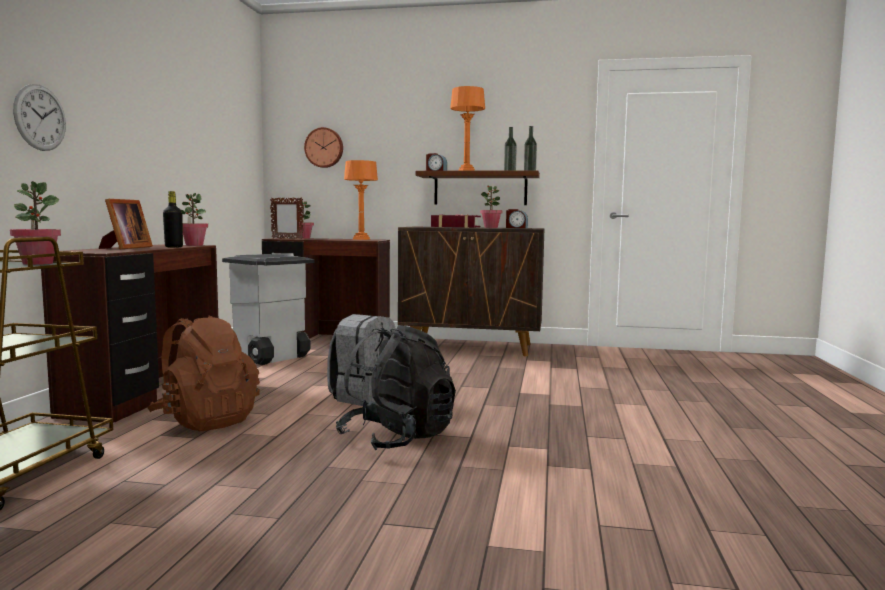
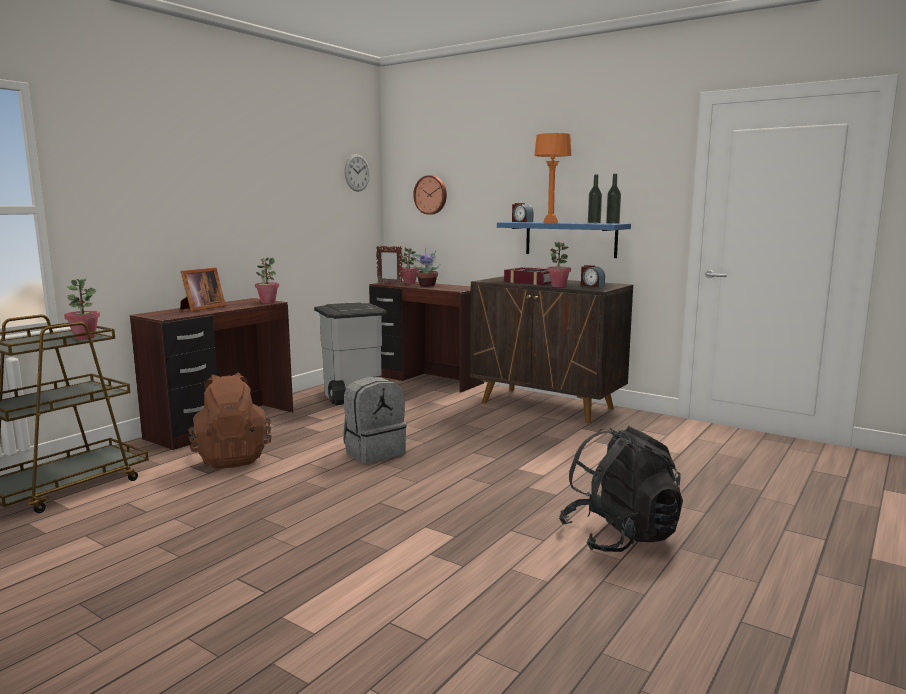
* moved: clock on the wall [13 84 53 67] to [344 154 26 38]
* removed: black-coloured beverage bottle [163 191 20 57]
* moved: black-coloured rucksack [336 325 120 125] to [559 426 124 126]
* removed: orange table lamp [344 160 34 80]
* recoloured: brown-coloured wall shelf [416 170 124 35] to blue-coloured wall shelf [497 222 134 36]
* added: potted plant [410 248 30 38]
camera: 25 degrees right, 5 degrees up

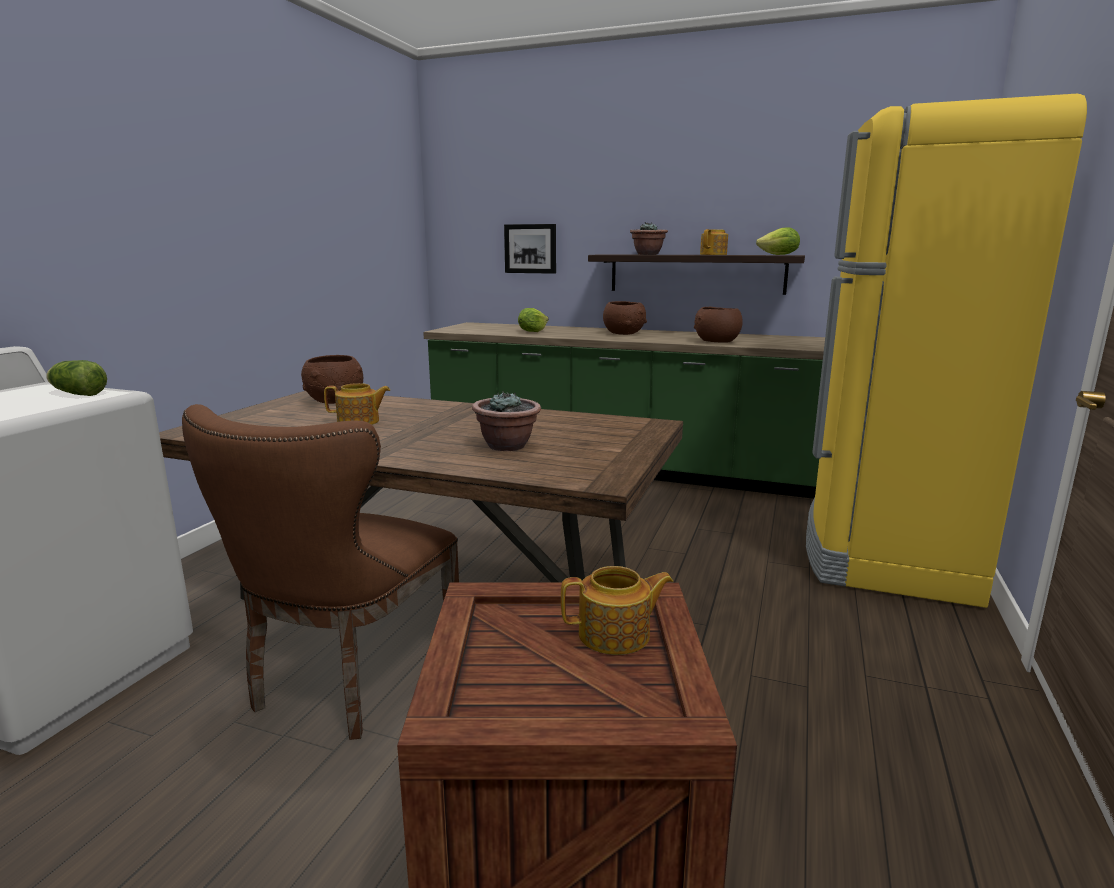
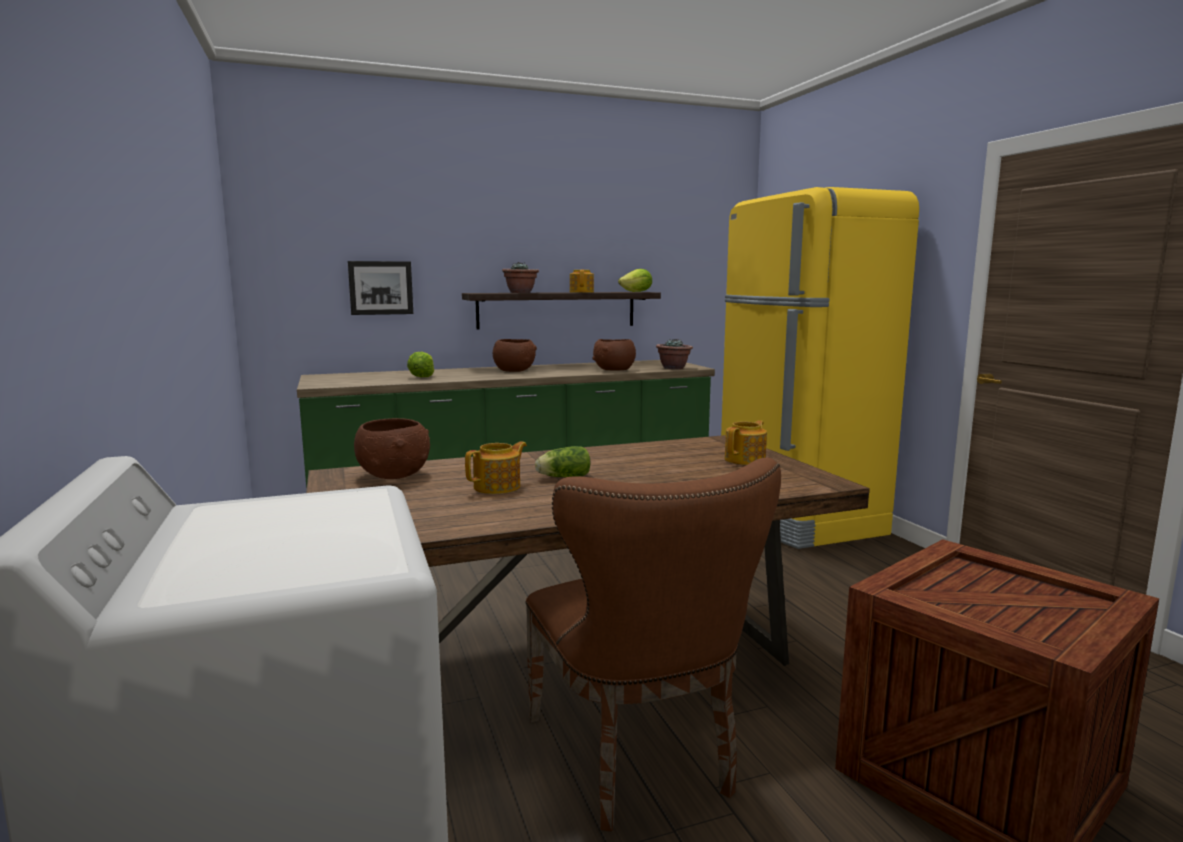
* moved: lettuce [47 360 60 36] to [535 446 56 31]
* moved: potted plant [472 391 69 60] to [656 338 37 31]
* moved: tea pot [561 566 112 89] to [724 420 43 45]
camera: 40 degrees left, 5 degrees down

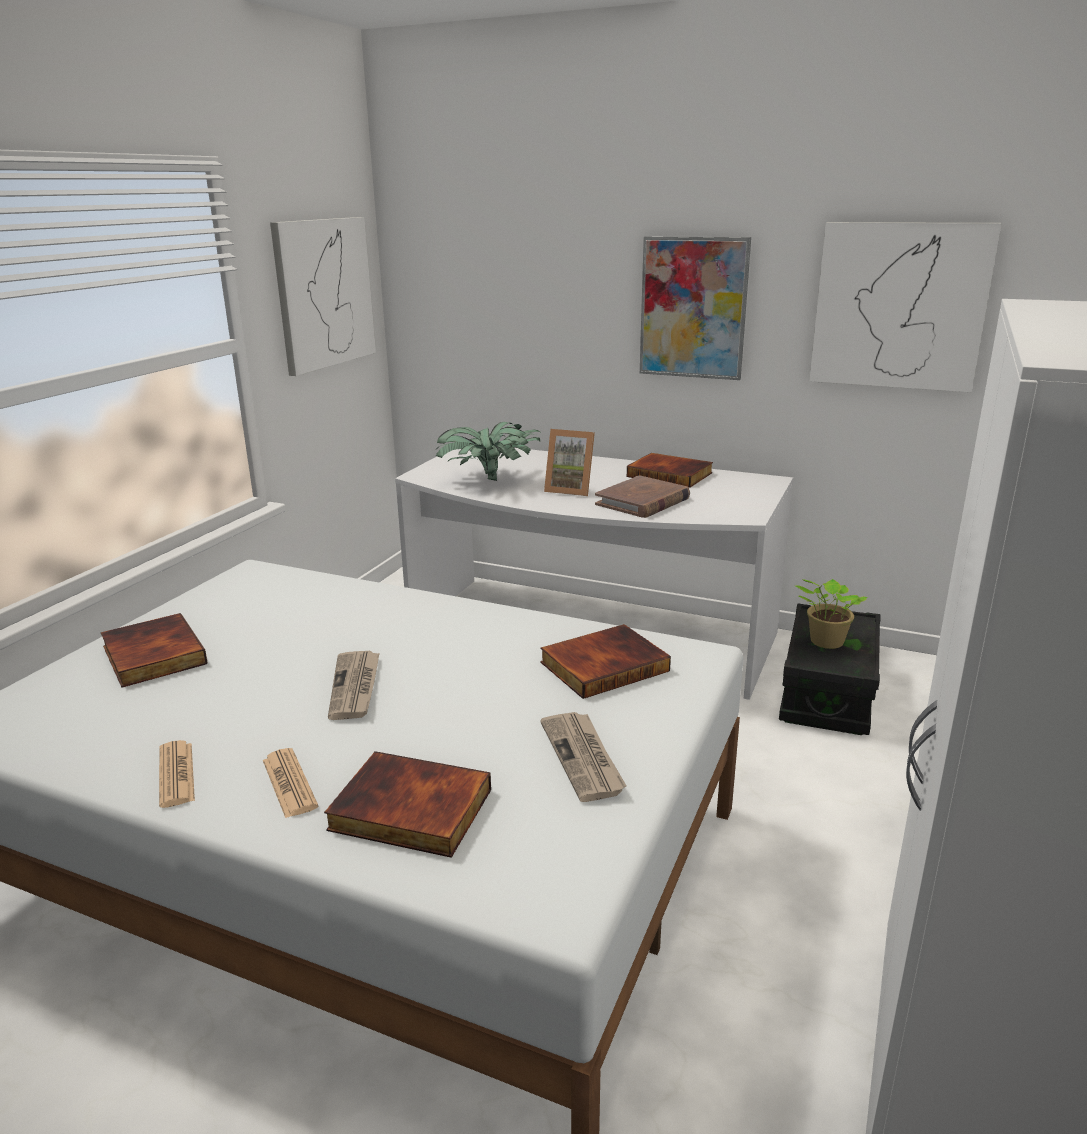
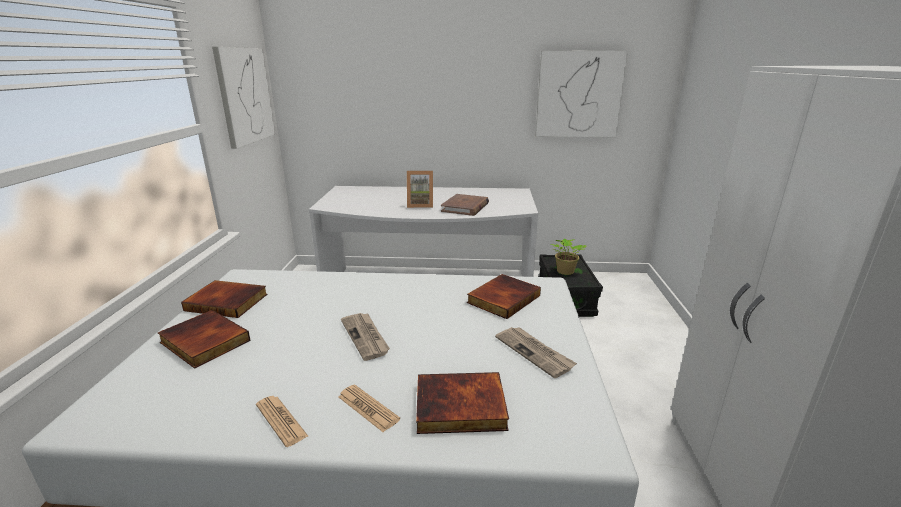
* removed: potted plant [435 422 106 59]
* moved: bound book [627 453 86 35] to [181 280 87 38]
* removed: wall art [640 236 111 144]
camera: 20 degrees left, 0 degrees up

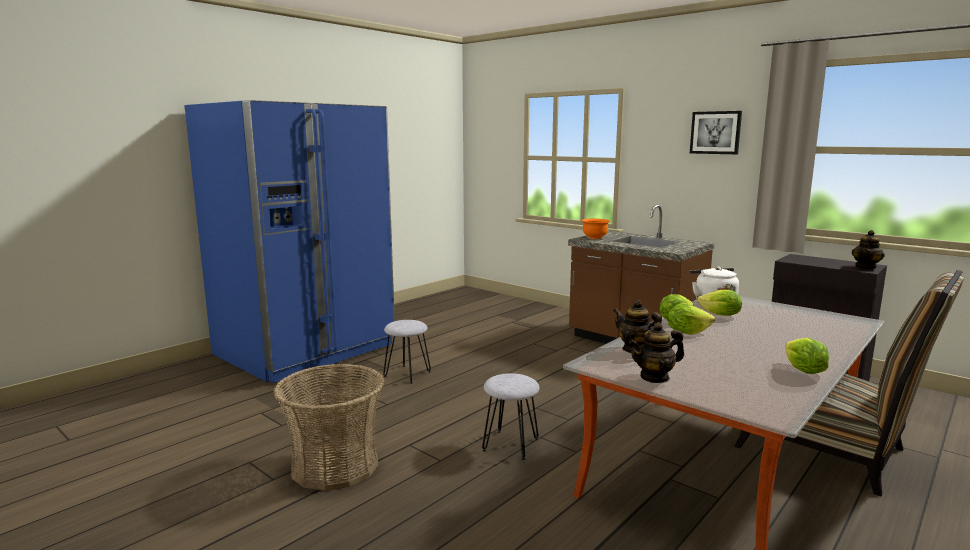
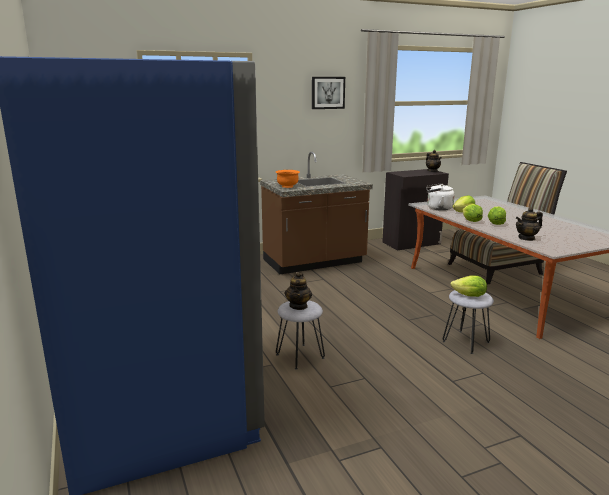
* removed: basket [274 364 111 127]
* moved: tea pot [629 322 55 61] to [285 272 27 38]
* moved: lettuce [785 338 44 36] to [450 275 37 22]
camera: 65 degrees left, 5 degrees up

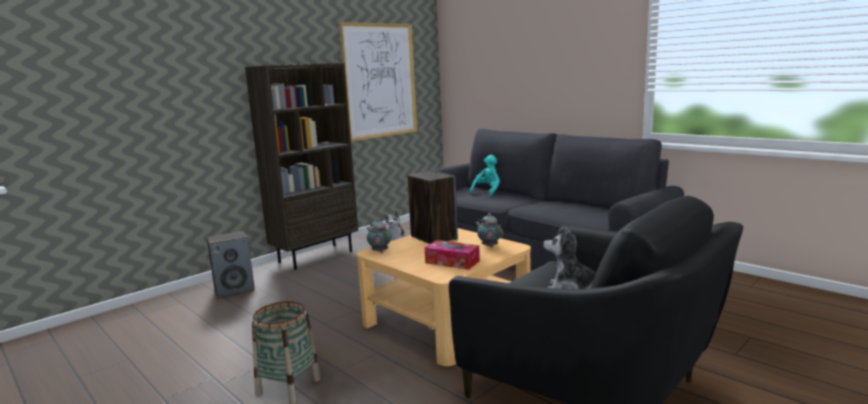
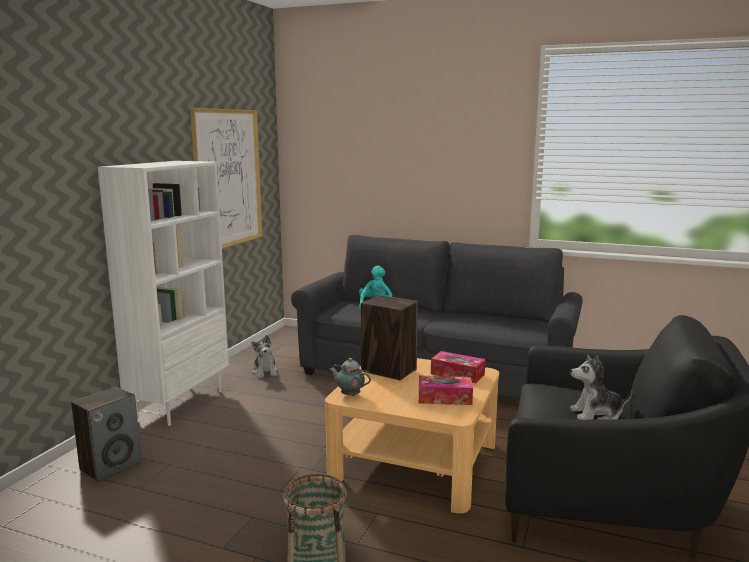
* recoloured: brown-coloured bookcase [245 63 113 207] to white bookcase [98 161 131 265]
* replaced: tea pot [475 213 28 34] to tissue holder [431 351 54 32]
camera: 25 degrees left, 0 degrees up

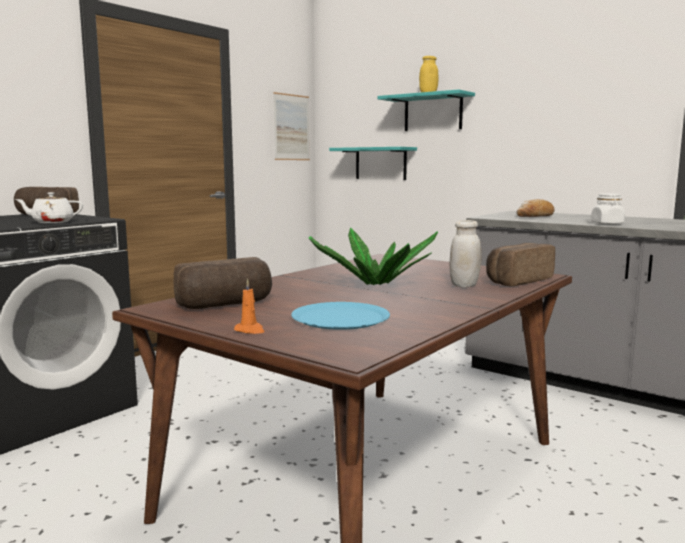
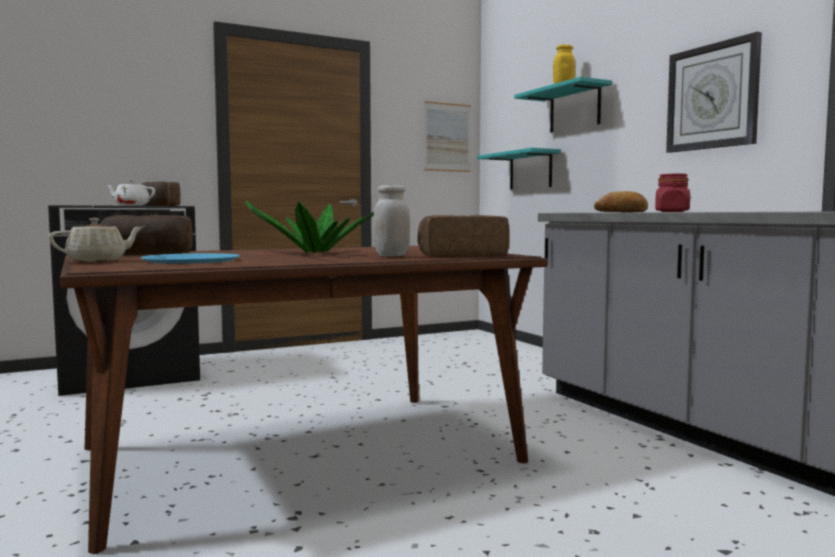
* replaced: orange candle [234 279 31 55] to beige tea pot [48 218 95 44]
* recoloured: white preserve jar [591 193 34 32] to red-coloured preserve jar [655 174 35 38]
* added: clock on the wall [666 32 96 121]
camera: 25 degrees right, 5 degrees down

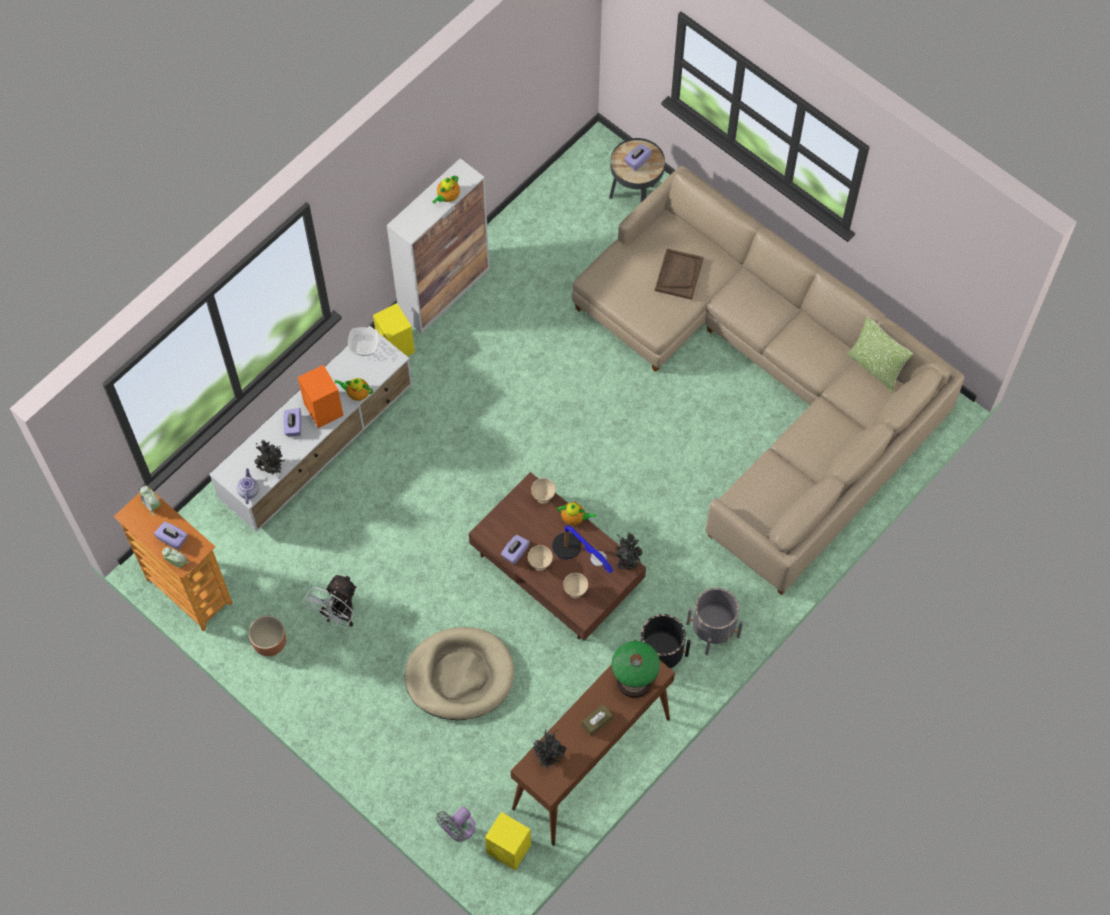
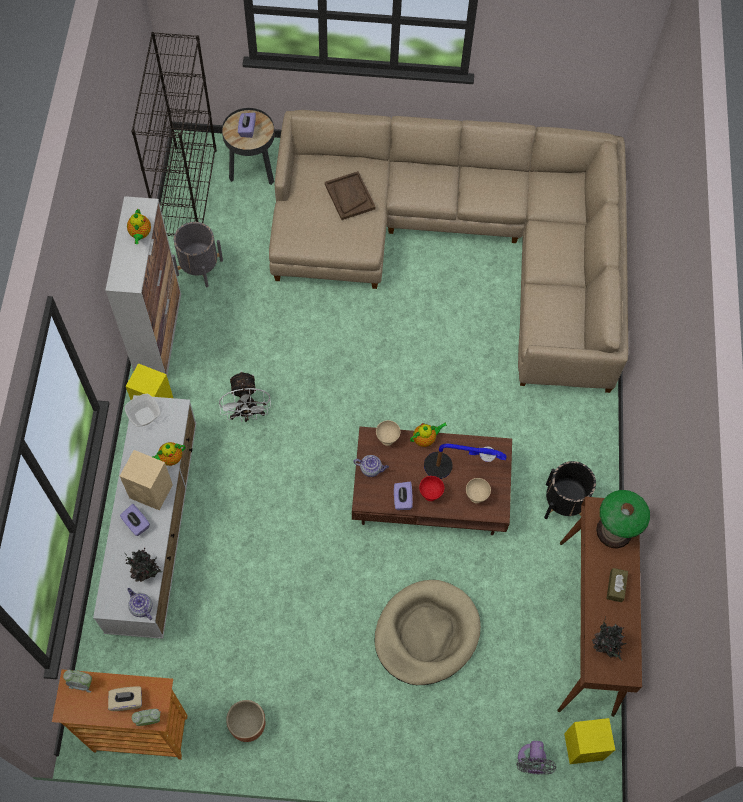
* recoloured: purplish tissue holder [154 522 34 28] to beige tissue holder [108 686 34 25]
* recoloured: orange loudspeaker [298 365 46 63] to beige loudspeaker [120 450 53 60]
* moved: white cooling fan [303 574 54 54] to [219 371 52 51]
* recoloured: beige serving bowl [528 545 25 26] to red-coloured serving bowl [419 476 25 25]
* removed: potted plant [613 532 30 38]
* moved: gray planter [686 588 57 67] to [172 222 51 65]
* removed: cushion [847 316 66 76]
* added: black-coloured bookcase [131 32 86 204]
* added: tea pot [353 455 36 22]
camera: 40 degrees left, 0 degrees up

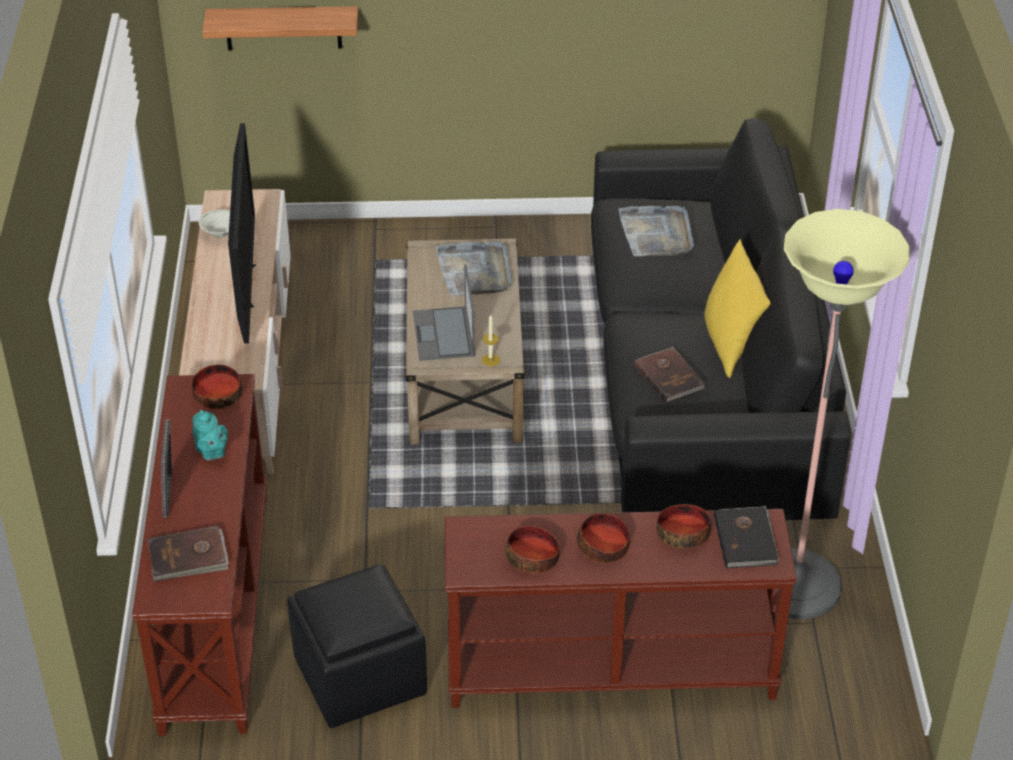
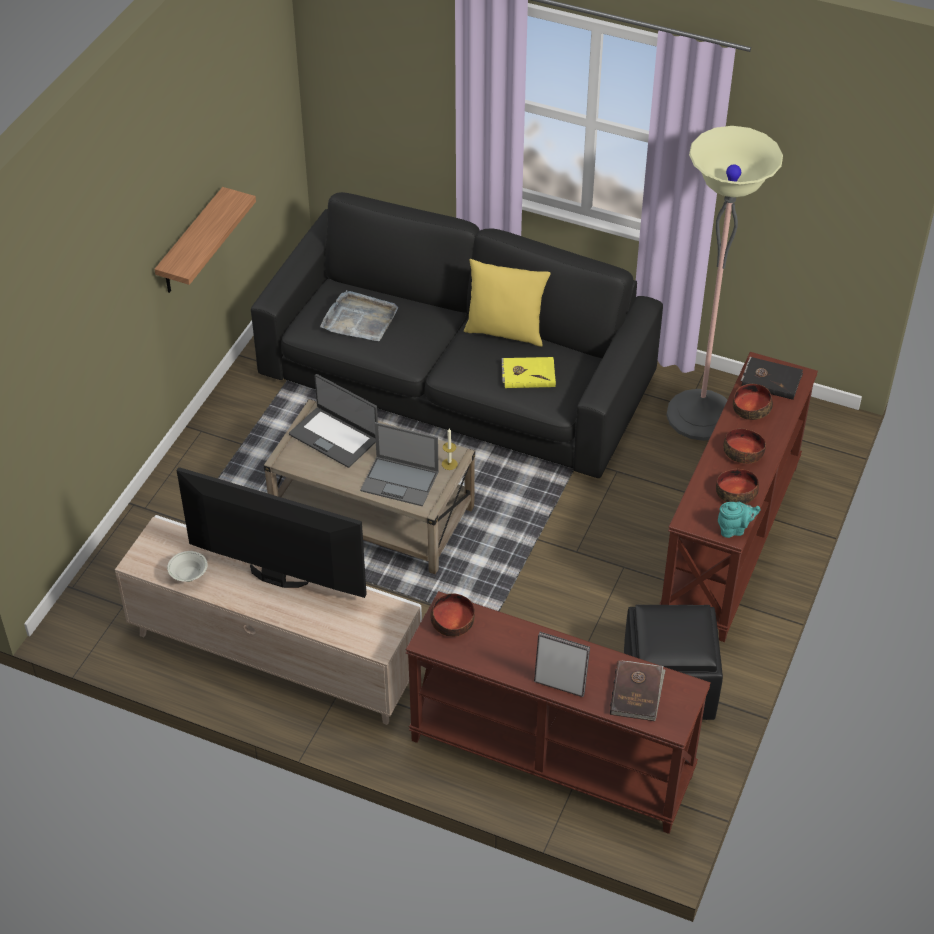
* moved: turquoise tea pot [192 410 36 51] to [718 502 43 36]
* moved: wall shelf [202 6 156 45] to [154 187 102 106]
* replaced: gray carrying tray [436 241 76 55] to laptop [289 374 89 94]
* recoloured: brown-coloured bound book [634 347 71 56] to yellowish bound book [502 357 54 31]
camera: 65 degrees left, 5 degrees up

